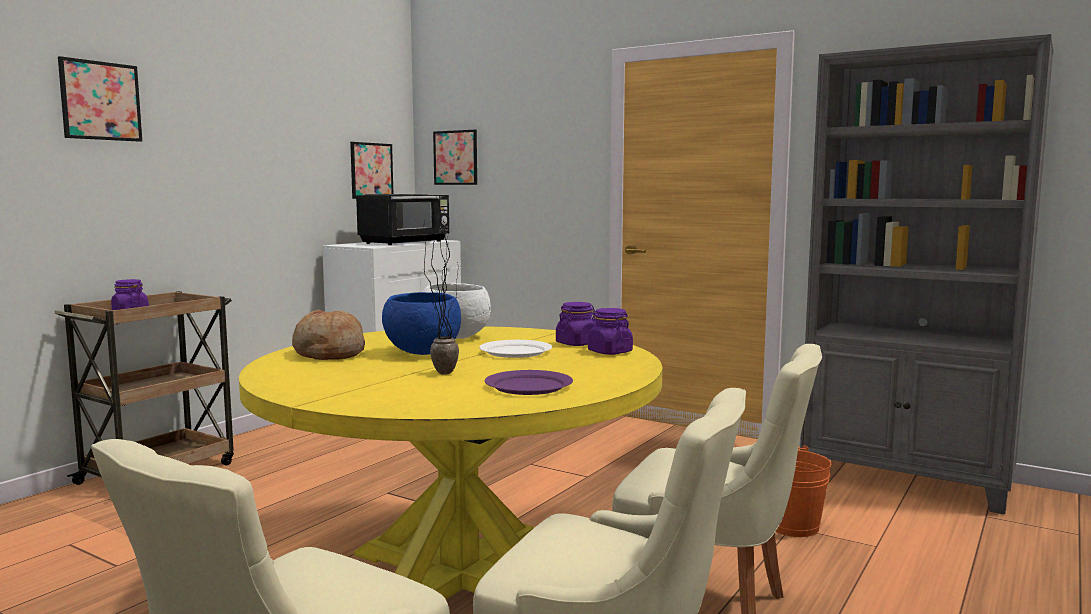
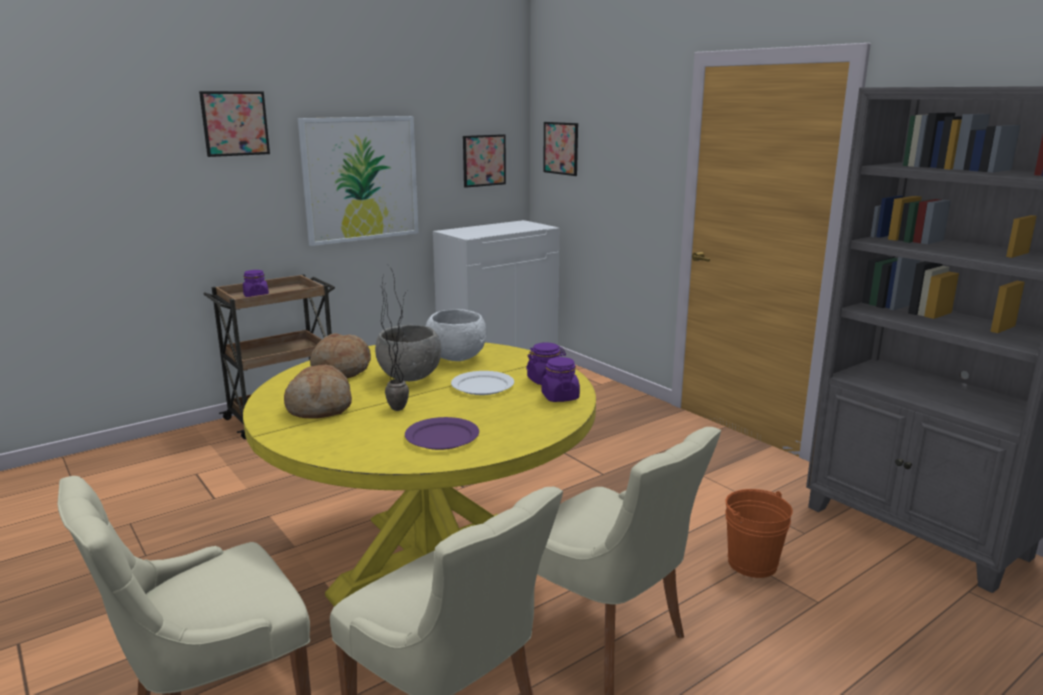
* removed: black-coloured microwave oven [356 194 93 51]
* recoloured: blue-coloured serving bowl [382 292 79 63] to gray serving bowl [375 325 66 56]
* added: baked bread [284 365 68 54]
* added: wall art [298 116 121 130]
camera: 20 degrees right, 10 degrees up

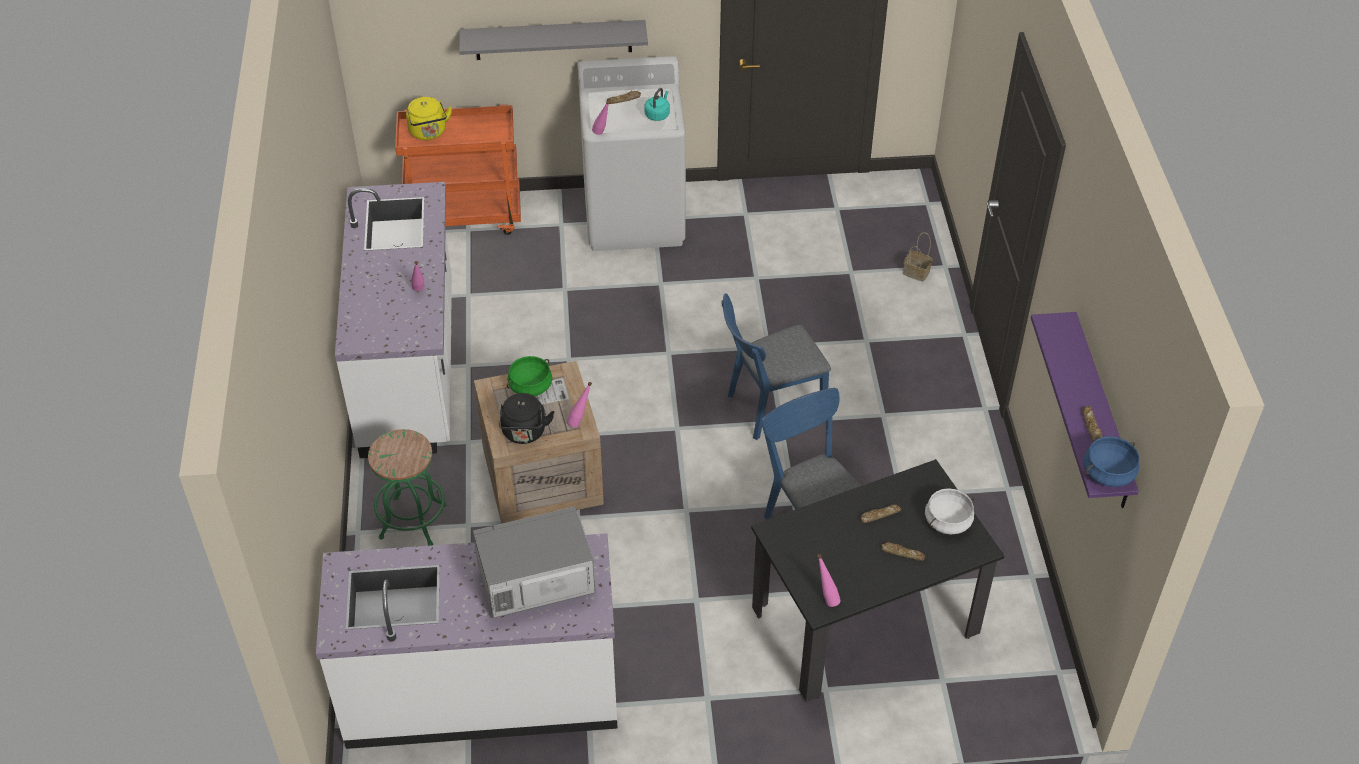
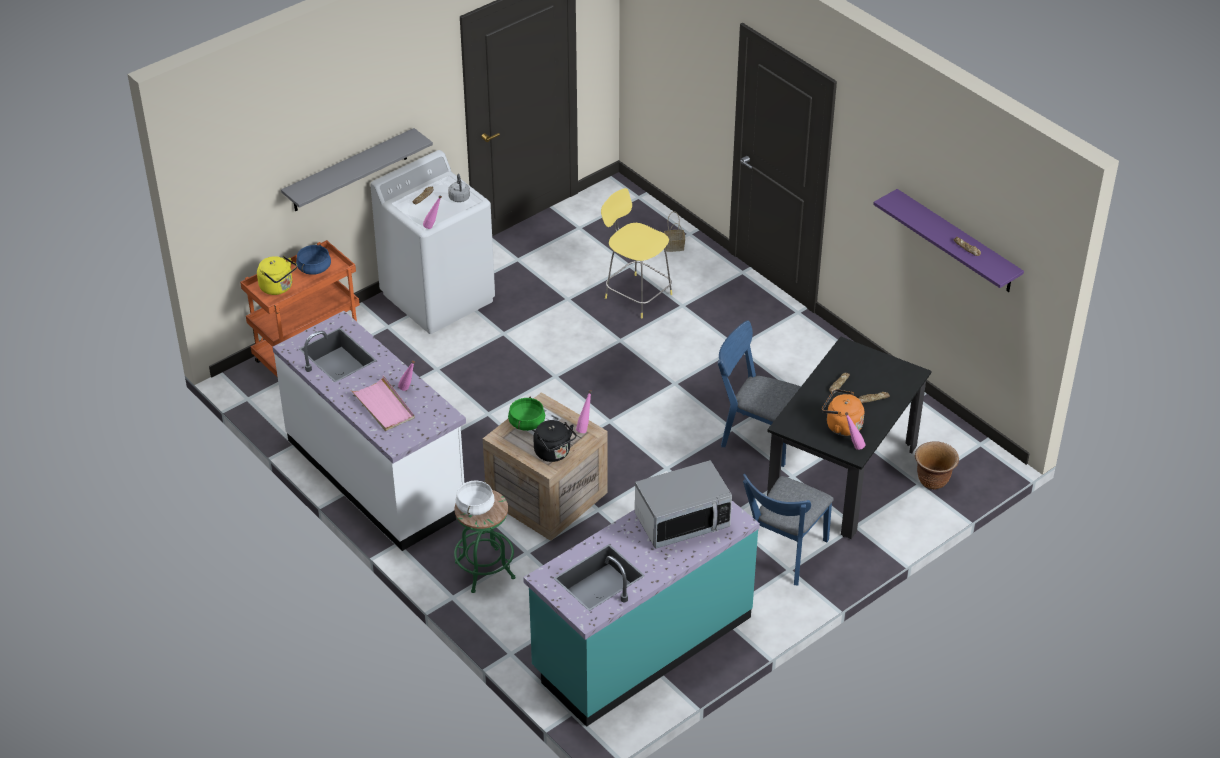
* recoloured: white counter [316 533 302 216] to turquoise counter [523 501 237 226]
* turned: microwave oven [473 506 123 112] = [635 460 97 89] 150 degrees counterclockwise
* recoloured: turquoise tea kettle [644 88 26 33] to gray tea kettle [448 174 22 28]
* moved: blue-coloured chair [721 293 110 147] to [743 474 91 111]
* moved: white stockpot [925 488 49 47] to [456 480 39 36]
* moved: blue-coloured stockpot [1084 436 55 51] to [296 244 35 31]
* added: pink carrying tray [351 376 64 55]
* added: yellowish sitting stool [601 188 71 131]
* added: orange tea kettle [822 389 42 47]
* added: brown-coloured planter [915 441 44 49]
camera: 35 degrees left, 5 degrees down

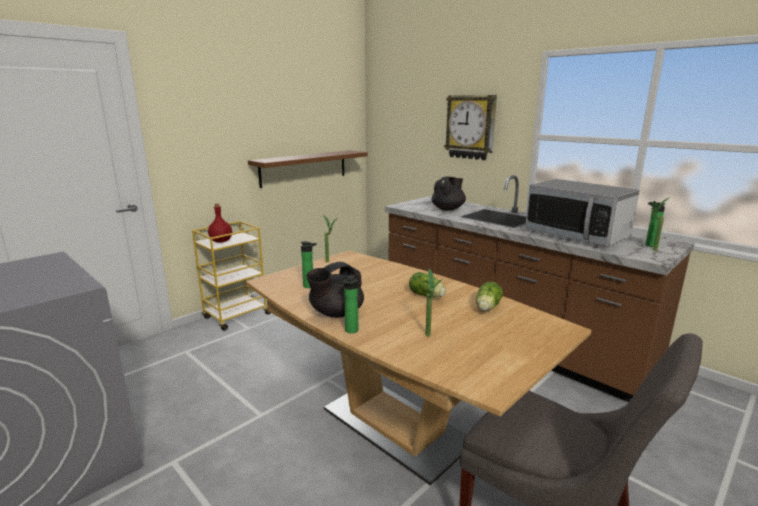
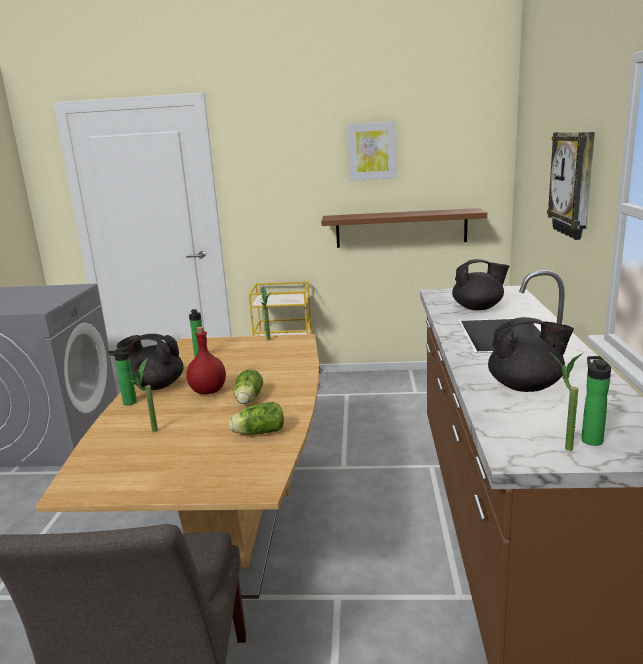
* moved: red-coloured beverage bottle [208 203 24 40] to [187 327 39 67]
* replaced: microwave oven [525 179 115 68] to black-coloured tea pot [488 317 86 75]
* added: wall art [348 121 49 60]
camera: 50 degrees right, 0 degrees up

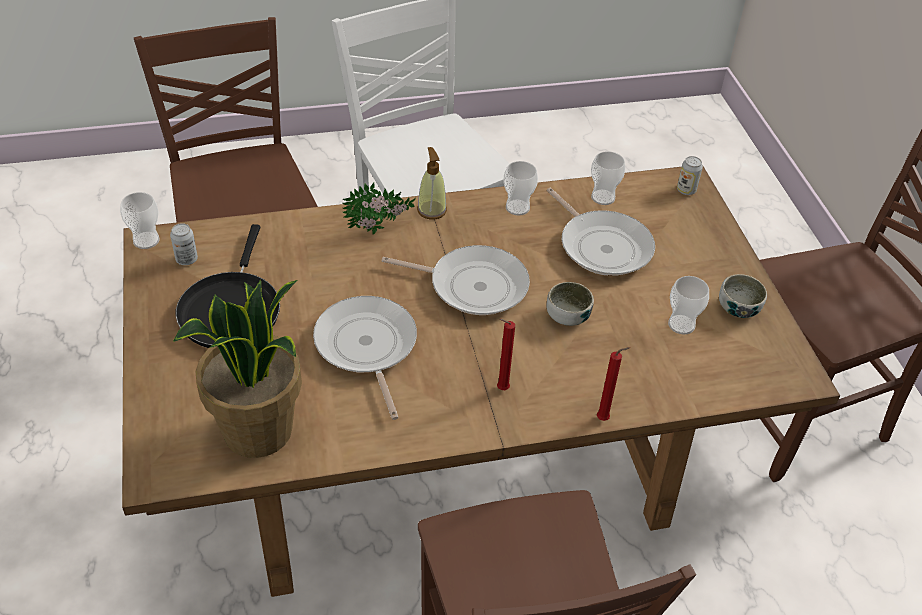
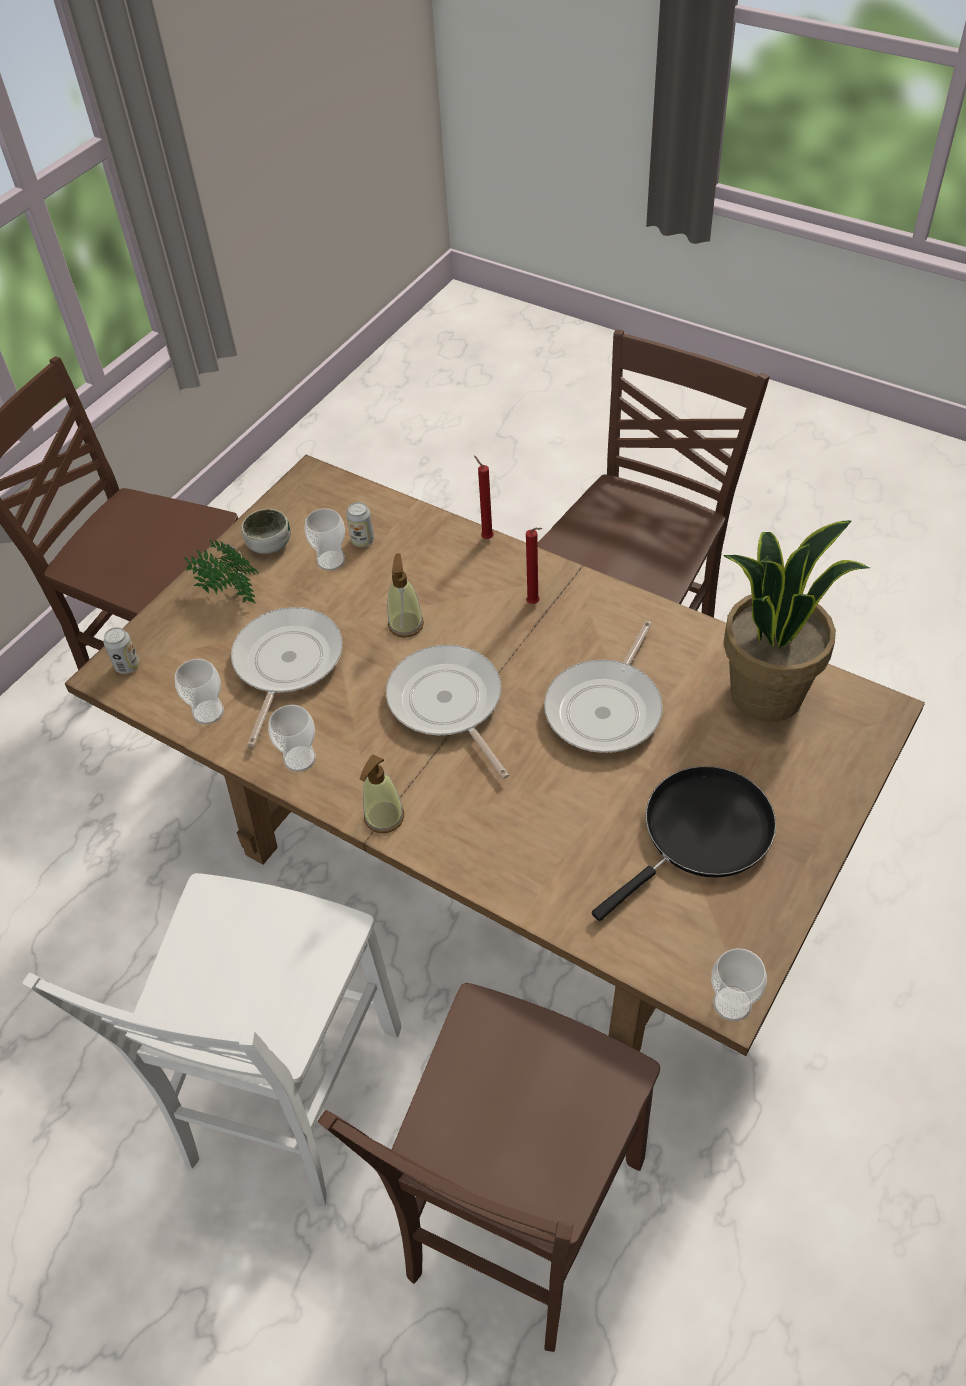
* moved: can [170 223 28 42] to [346 502 28 45]
* moved: potted plant [342 183 74 51] to [184 539 75 64]
* replaced: serving bowl [546 282 48 44] to soap bottle [387 553 37 85]
camera: 130 degrees left, 5 degrees up

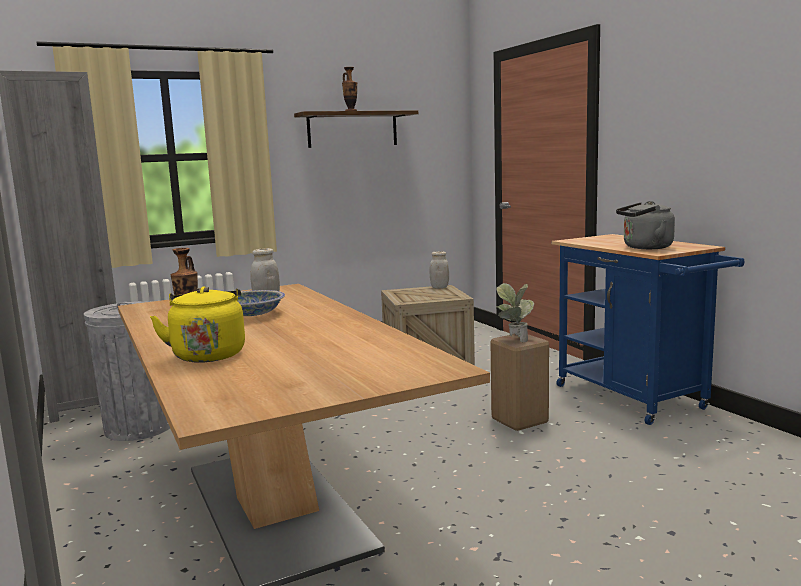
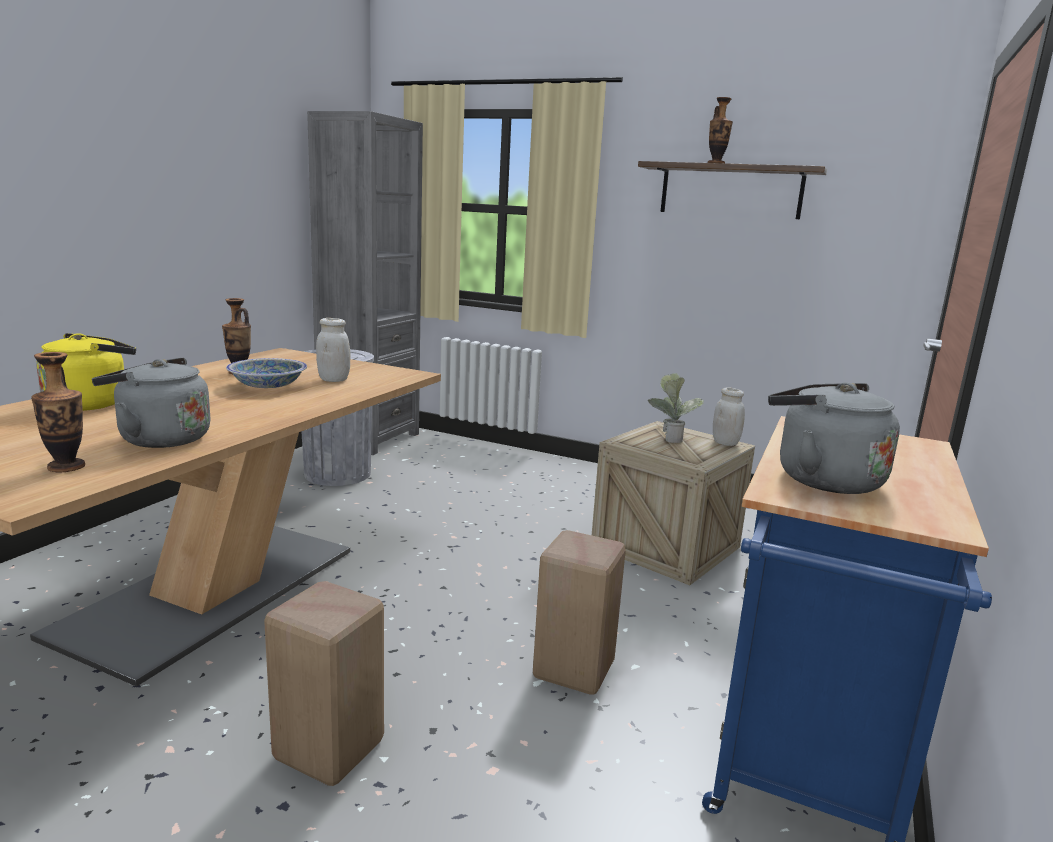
* moved: potted plant [496 283 38 59] to [648 373 56 70]
* added: flower vase [31 352 54 121]
* added: gray tea kettle [92 358 118 90]
* added: beige sitting stool [264 581 120 205]
camera: 50 degrees right, 5 degrees up

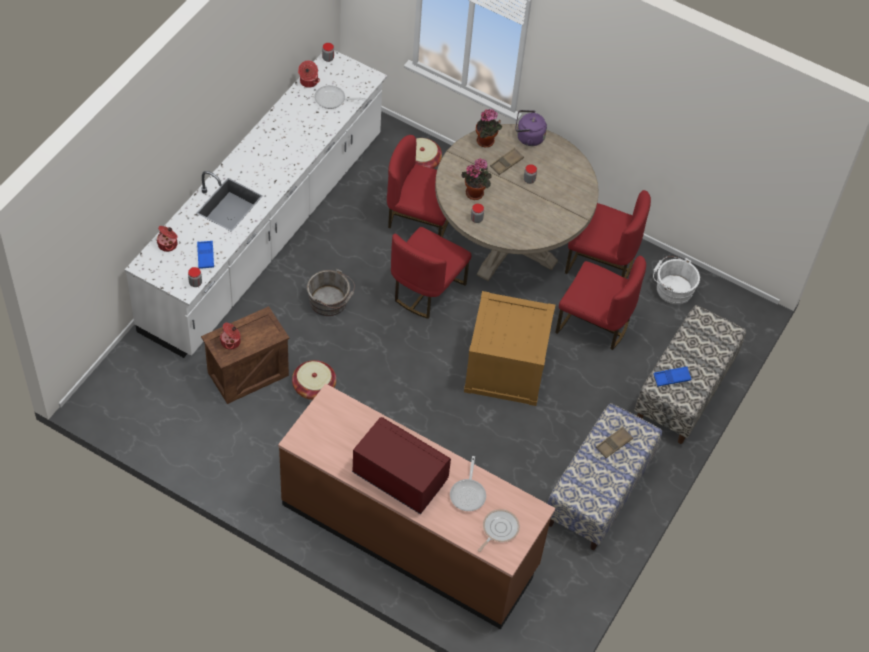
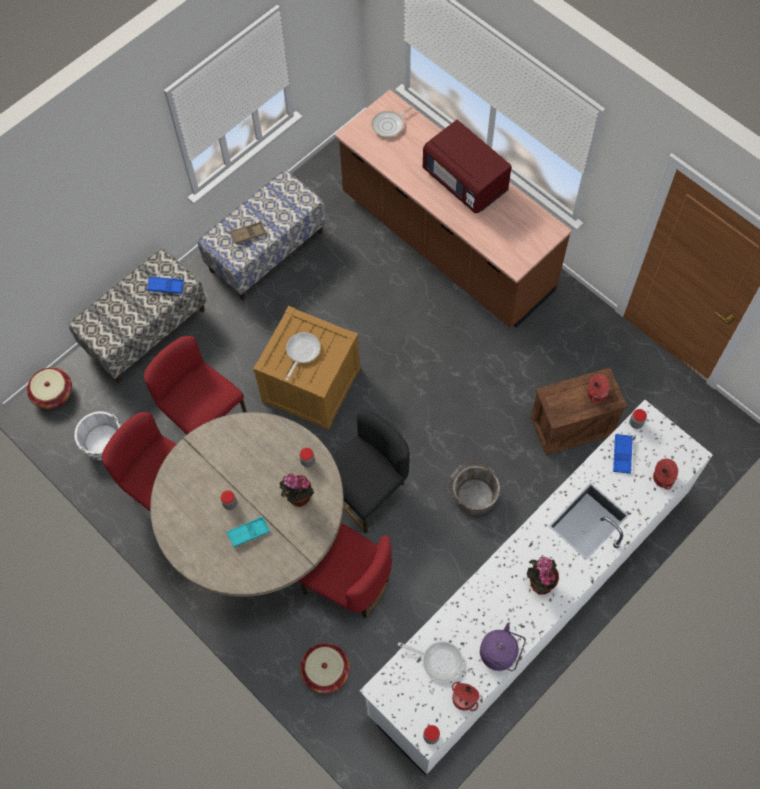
* moved: basket [292 360 44 40] to [27 367 45 42]
* recoloured: red-coloured chair [391 227 80 92] to black-coloured chair [332 411 77 122]
* moved: skillet [450 456 36 55] to [285 332 36 49]
* moved: potted plant [476 109 26 38] to [527 557 32 38]
* recoloured: brown-coloured carrying tray [490 148 34 27] to turquoise carrying tray [227 516 43 31]
* moved: purplish tea kettle [515 110 32 36] to [480 623 46 48]
camera: 160 degrees left, 10 degrees up

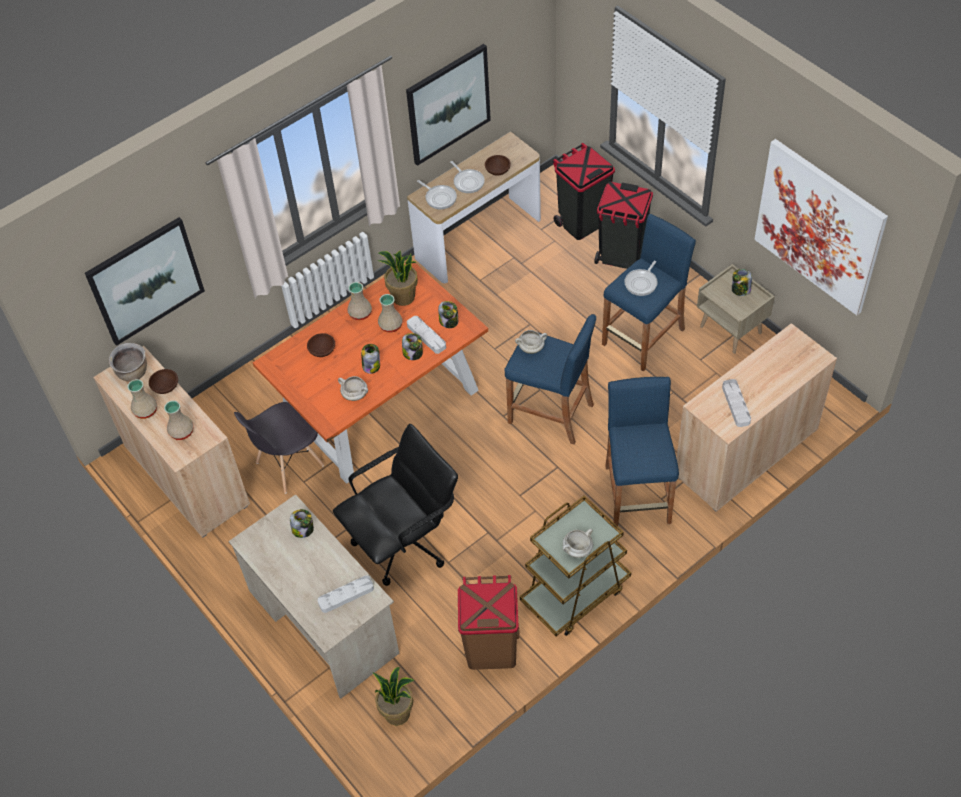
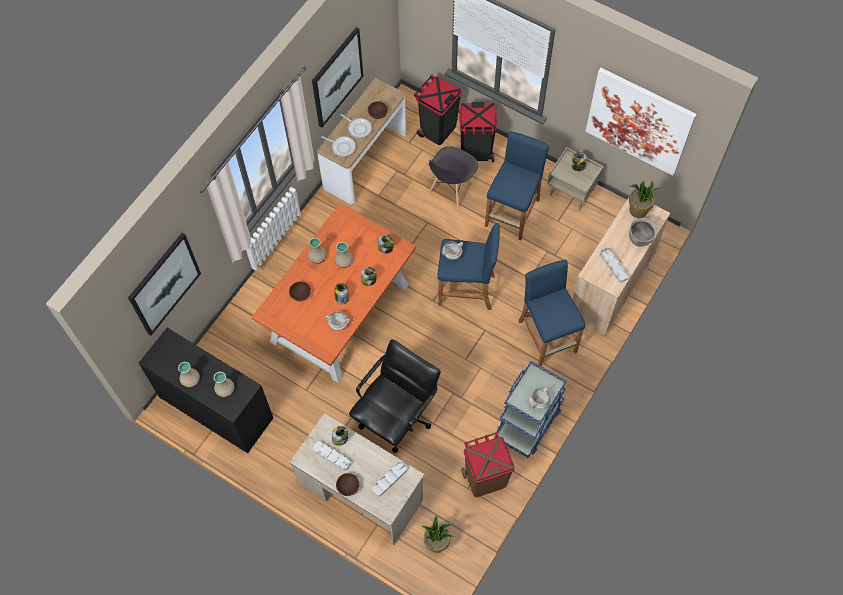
* recoloured: beige cupboard [93 346 157 191] to black-coloured cupboard [138 328 135 125]
* moved: brown-coloured stockpot [109 343 38 39] to [629 218 28 29]
* moved: brown-coloured serving bowl [149 369 29 25] to [336 473 24 23]
* moved: gray chair [234 402 90 92] to [428 146 50 63]
* moved: potted plant [378 251 40 55] to [629 180 33 38]
* moved: gray carrying tray [407 316 39 38] to [313 441 38 30]
* recoloured: brown-coloured trolley [520 495 111 141] to blue-coloured trolley [494 361 72 97]
* removed: skillet [624 260 34 36]
camera: 20 degrees left, 10 degrees up

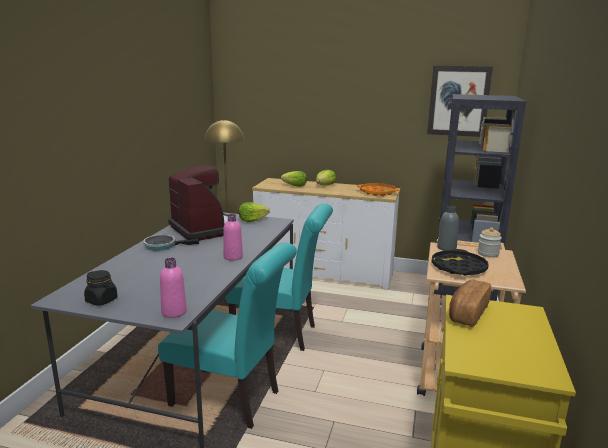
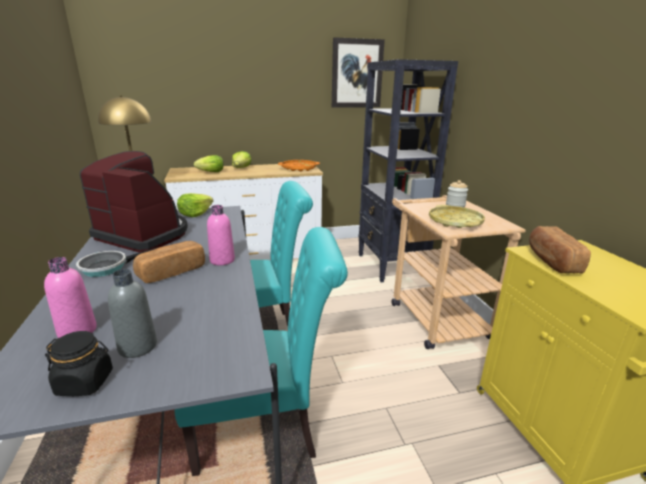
* moved: pink beverage bottle [160 258 27 60] to [44 257 53 81]
* recoloured: black-coloured carrying tray [432 249 57 27] to yellowish carrying tray [429 205 56 23]
* moved: gray beverage bottle [437 205 22 46] to [108 269 49 89]
* added: baked bread [133 241 72 42]
camera: 30 degrees left, 5 degrees up

